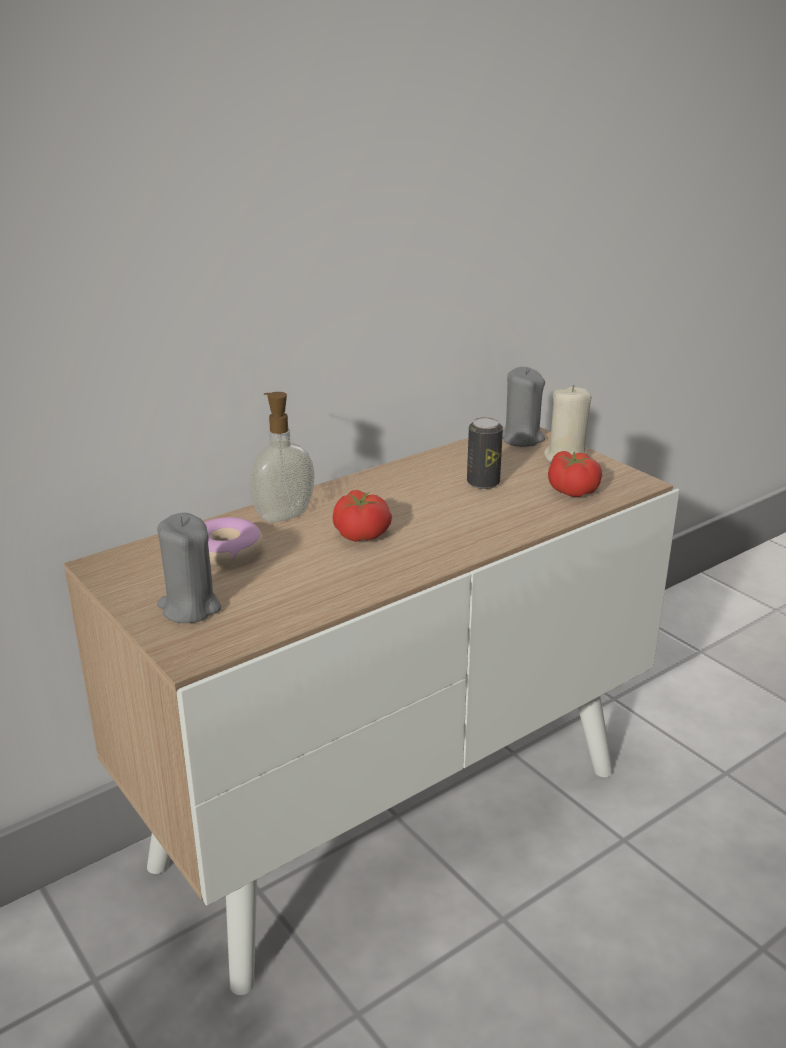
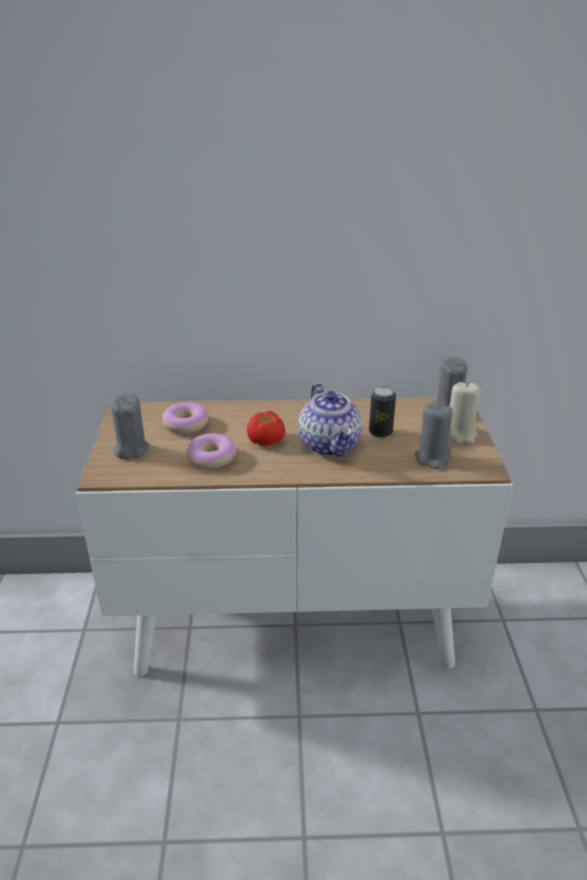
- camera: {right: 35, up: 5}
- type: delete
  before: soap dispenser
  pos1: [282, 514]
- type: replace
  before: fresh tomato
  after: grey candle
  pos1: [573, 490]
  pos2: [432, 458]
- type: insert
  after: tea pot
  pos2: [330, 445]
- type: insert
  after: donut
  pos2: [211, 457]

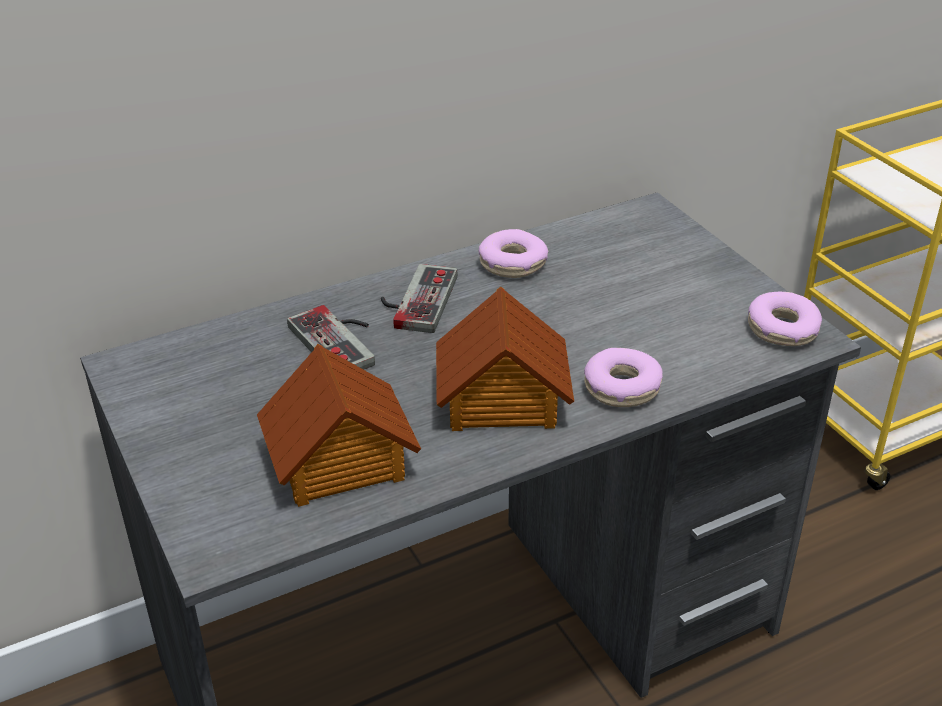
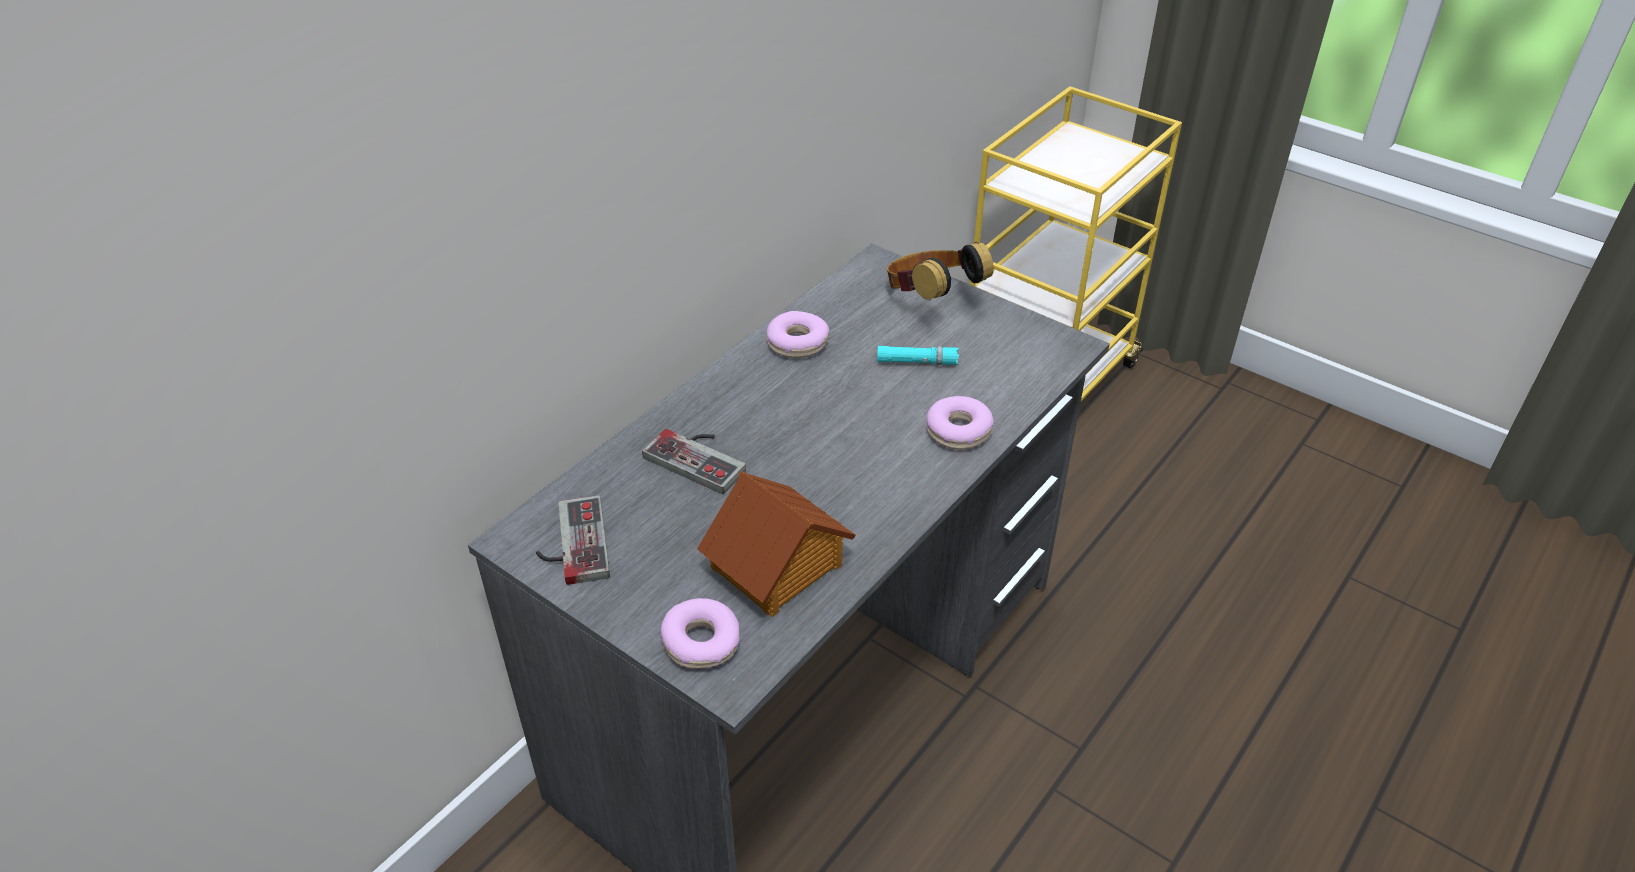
- camera: {right: -25, up: 5}
- type: move
  before: joypad
  pos1: [414, 300]
  pos2: [571, 544]
- type: delete
  before: toy house
  pos1: [501, 399]
- type: move
  before: donut
  pos1: [782, 329]
  pos2: [701, 642]
- type: insert
  after: headphones
  pos2: [931, 300]
- type: insert
  after: blue-green hand torch
  pos2: [917, 362]

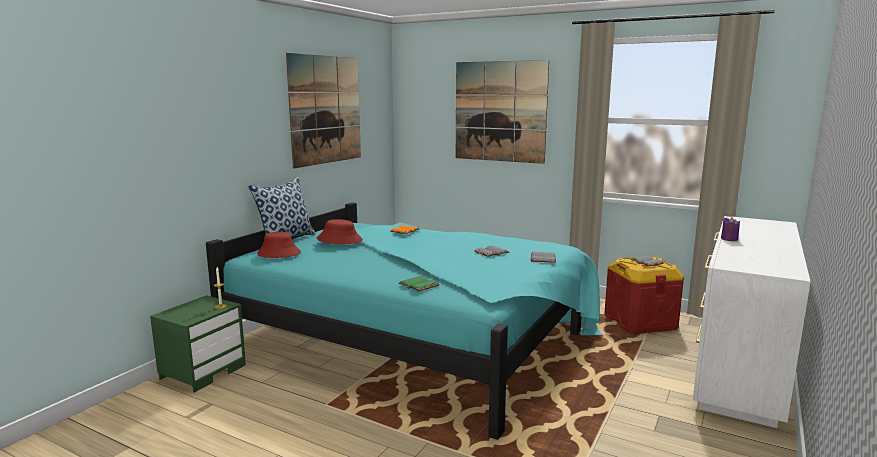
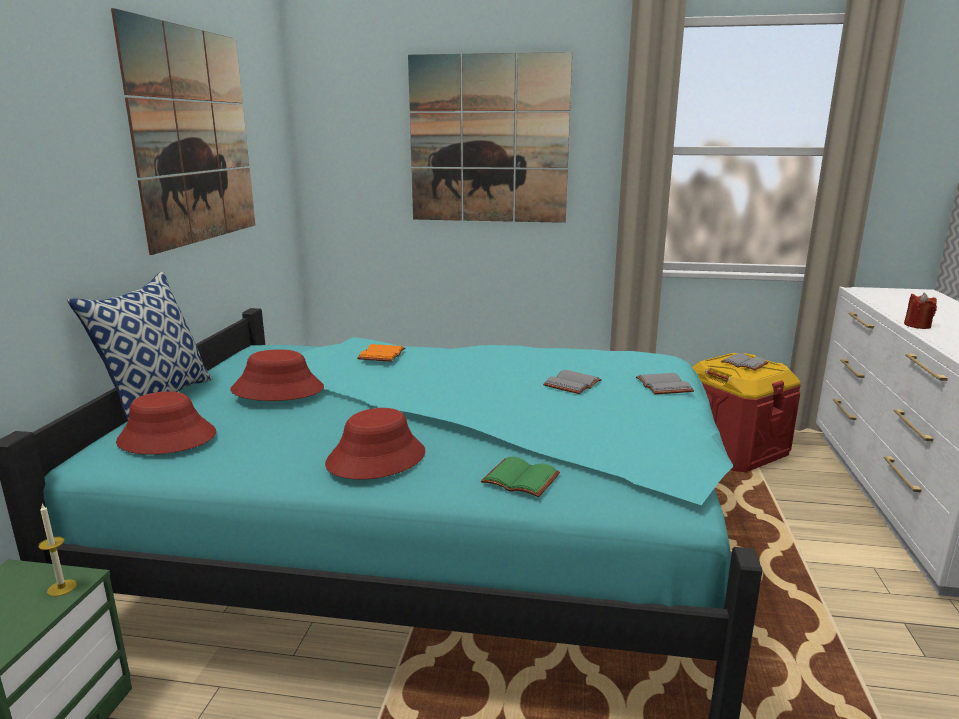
- camera: {right: -20, up: 5}
- type: recolor
  before: purple candle
  after: reddish candle
  pos1: [729, 239]
  pos2: [917, 325]
- type: insert
  after: reddish hat
  pos2: [376, 458]

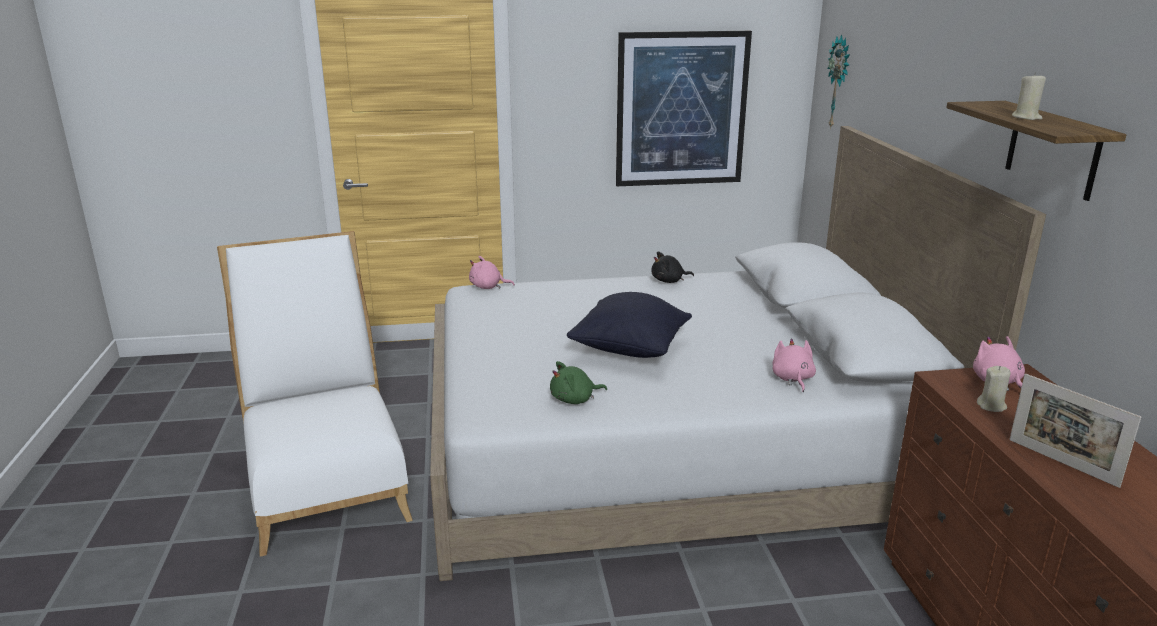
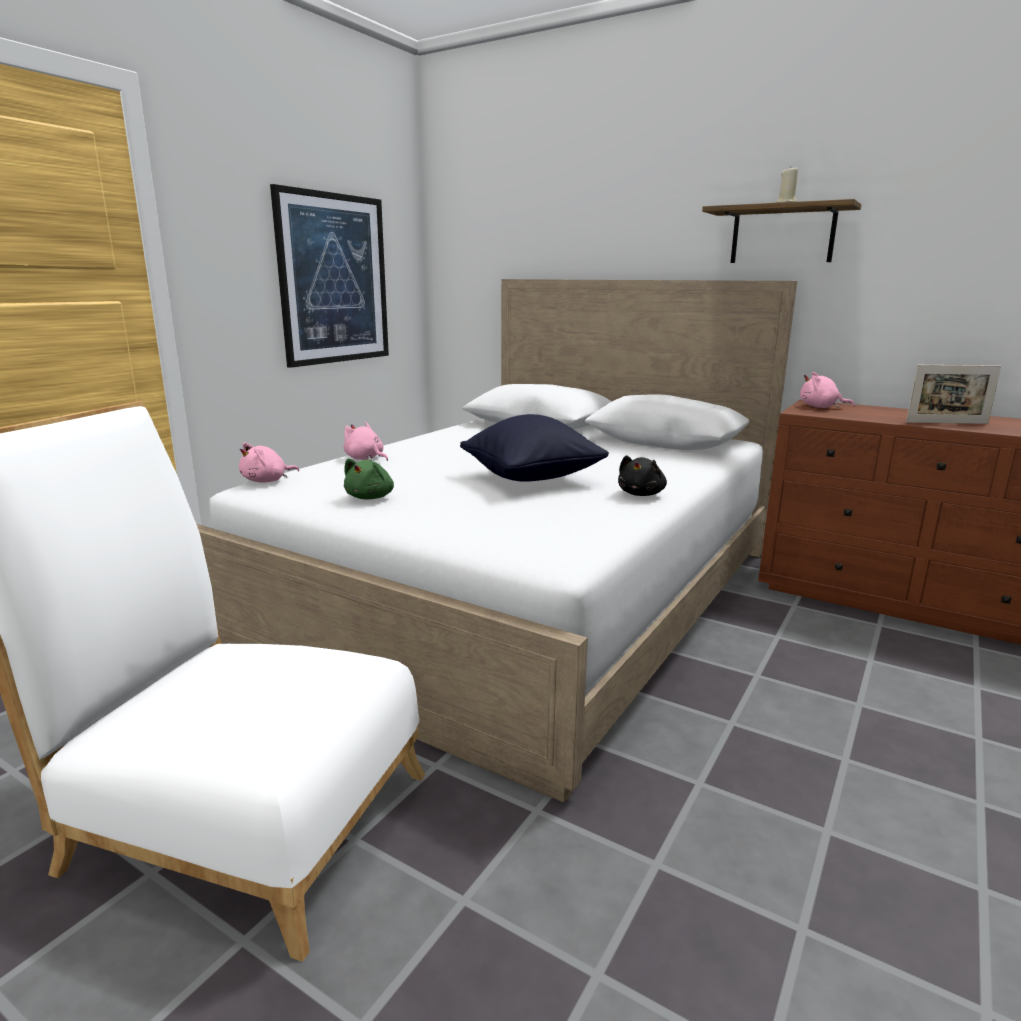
- camera: {right: -50, up: -5}
- type: delete
  before: hanging clock
  pos1: [839, 82]
- type: move
  before: blackish plush toy
  pos1: [669, 281]
  pos2: [641, 494]
- type: move
  before: pink-coloured plush toy
  pos1: [792, 379]
  pos2: [365, 459]
- type: move
  before: green plush toy
  pos1: [575, 399]
  pos2: [371, 497]
- type: delete
  before: beige candle
  pos1: [991, 406]

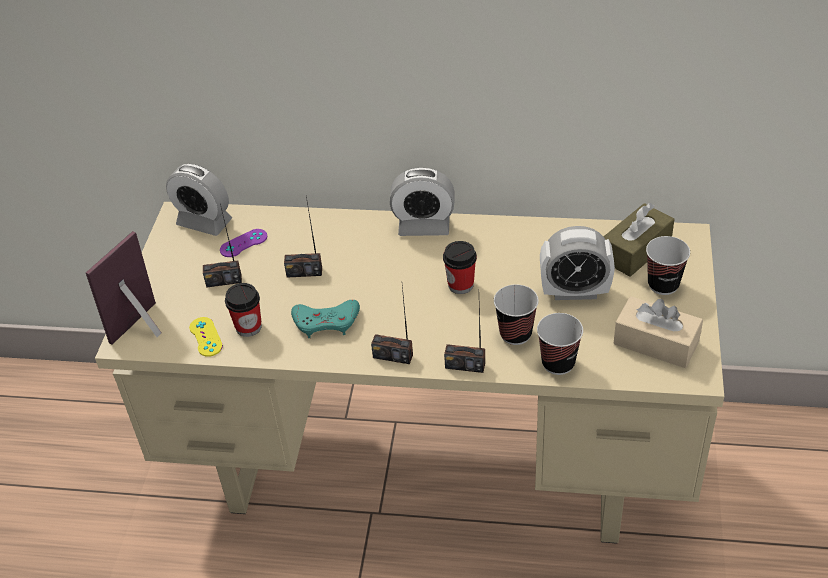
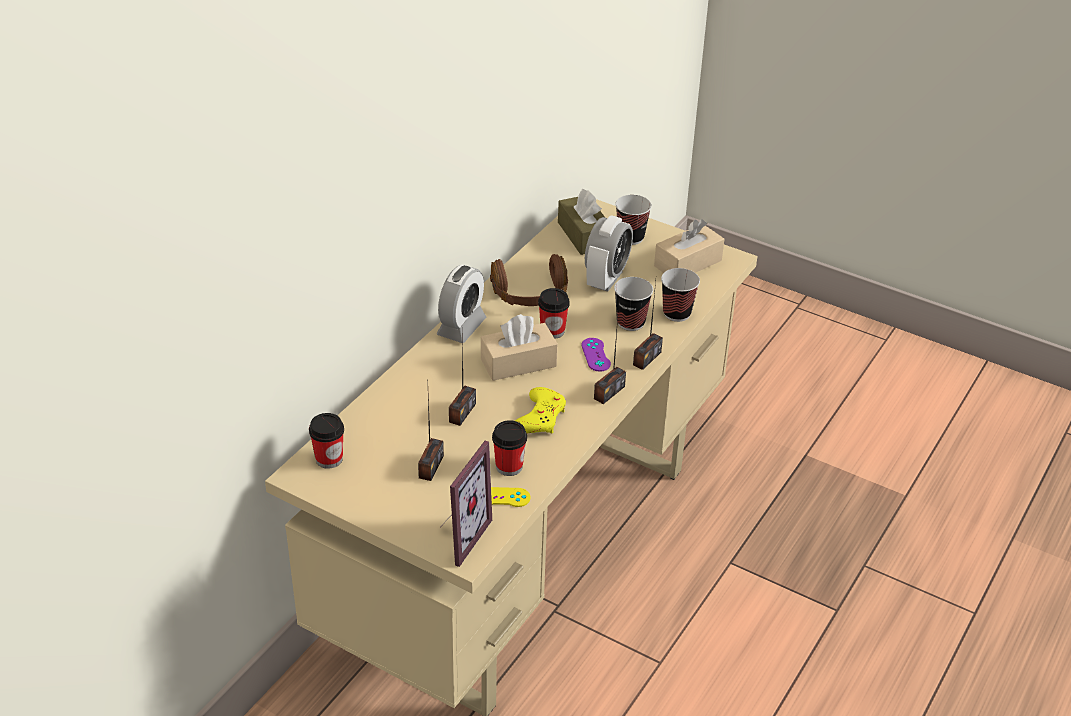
- camera: {right: -70, up: -5}
- type: replace
  before: bedside clock
  after: small cup
  pos1: [204, 222]
  pos2: [329, 459]
- type: move
  before: purple joypad
  pos1: [243, 243]
  pos2: [595, 355]
- type: rotate
  before: photo frame
  pos1: [145, 328]
  pos2: [457, 536]
  turn: -120
- type: recolor
  before: blue-green joypad
  after: yellow-coloured joypad
  pos1: [326, 322]
  pos2: [539, 418]
- type: insert
  after: brown-coloured headphones
  pos2: [530, 295]
- type: insert
  after: beige tissue box
  pos2: [518, 363]

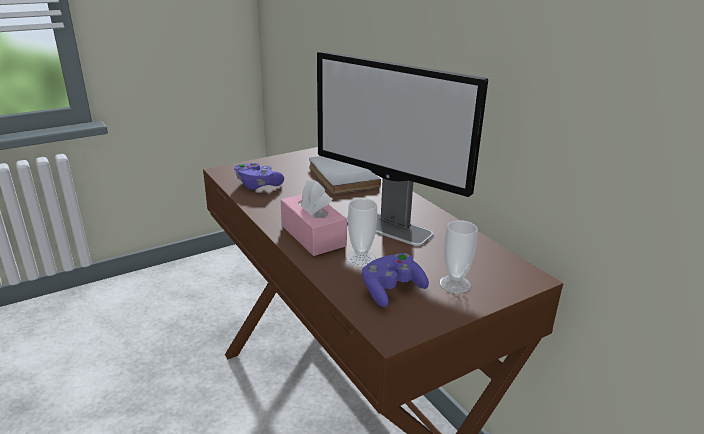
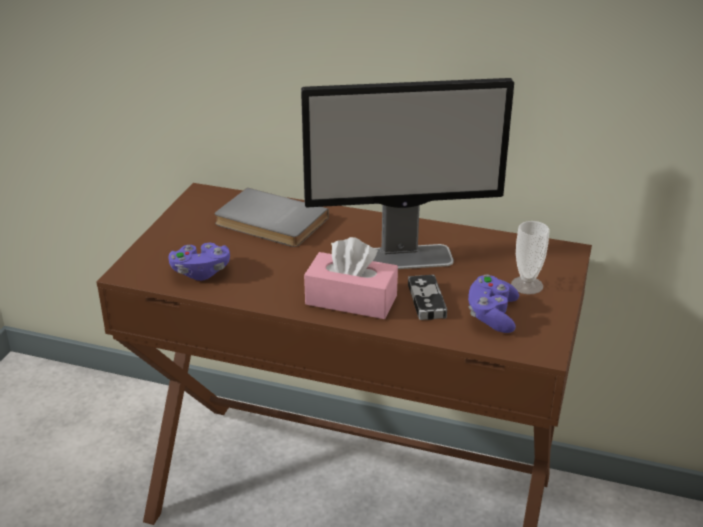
- camera: {right: -40, up: 5}
- type: replace
  before: small cup
  after: joypad
  pos1: [361, 258]
  pos2: [426, 300]

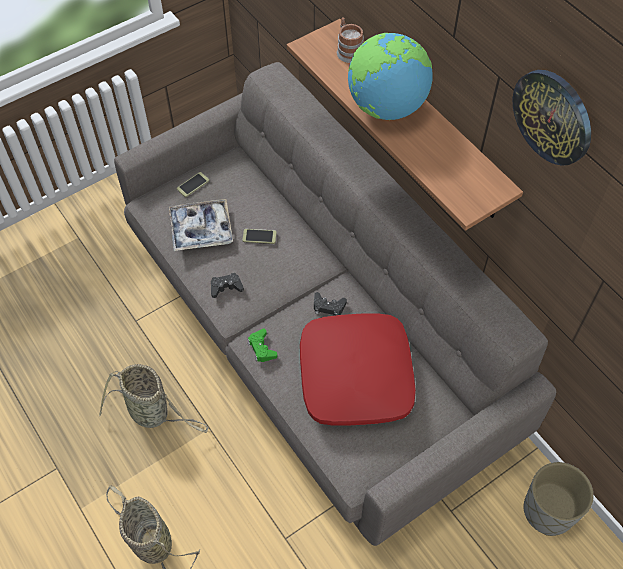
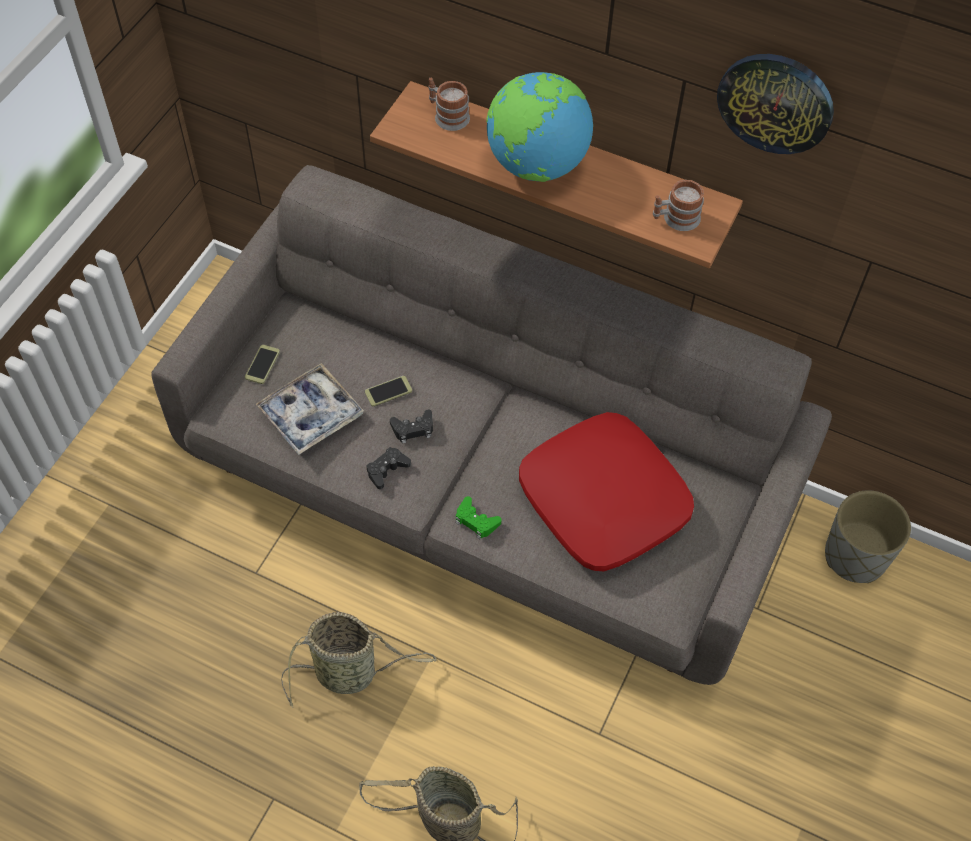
- camera: {right: -30, up: 0}
- type: move
  before: blackish joypad
  pos1: [328, 307]
  pos2: [413, 429]
- type: insert
  after: coffee mug
  pos2: [675, 219]

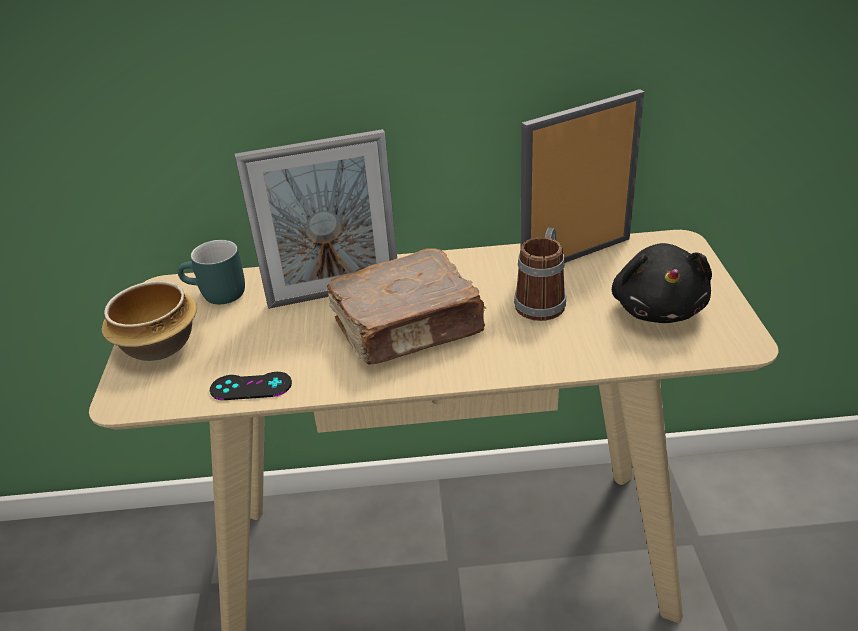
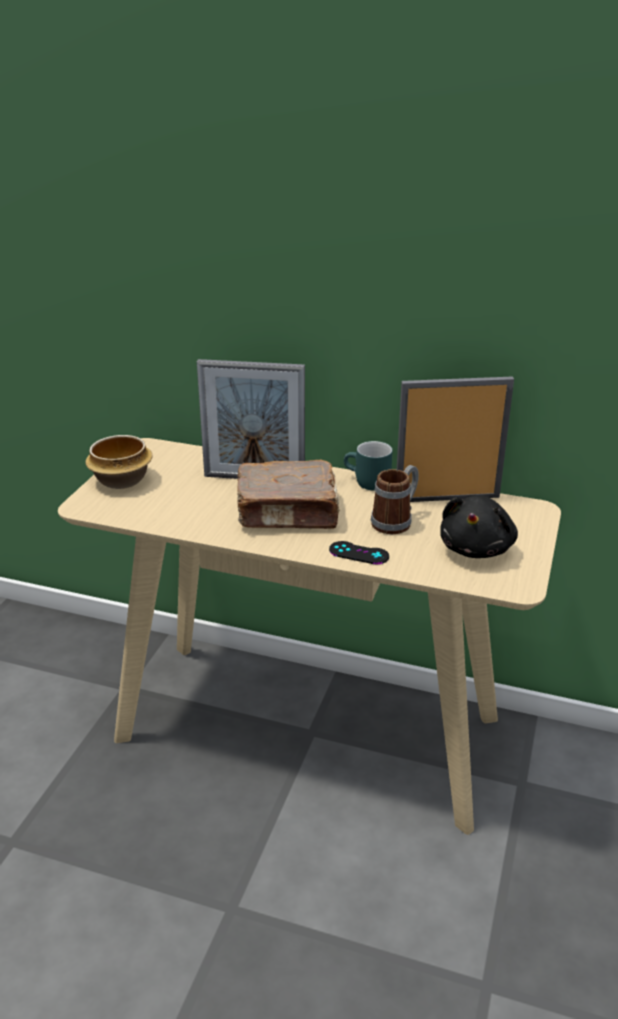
- camera: {right: 20, up: -5}
- type: move
  before: blue-green coffee mug
  pos1: [216, 295]
  pos2: [366, 483]
- type: move
  before: blackish joypad
  pos1: [251, 386]
  pos2: [359, 553]

